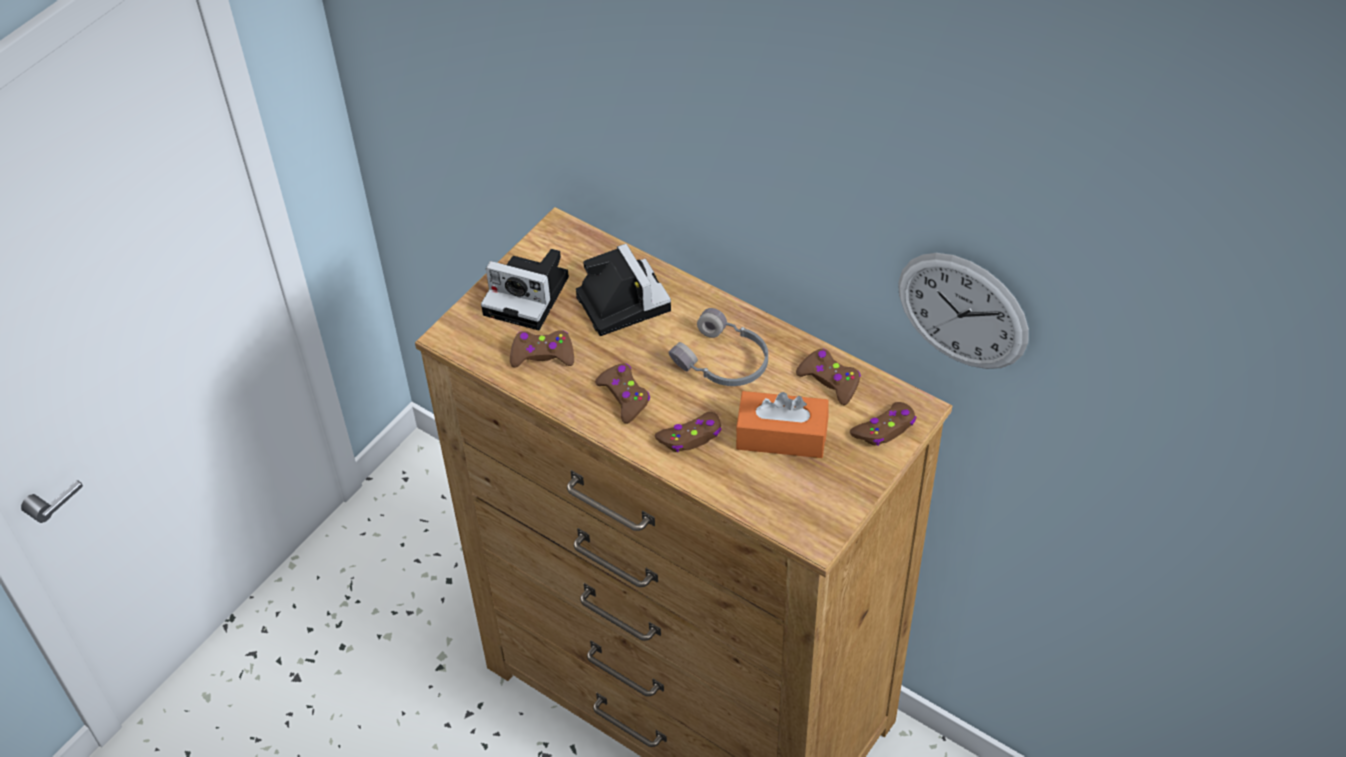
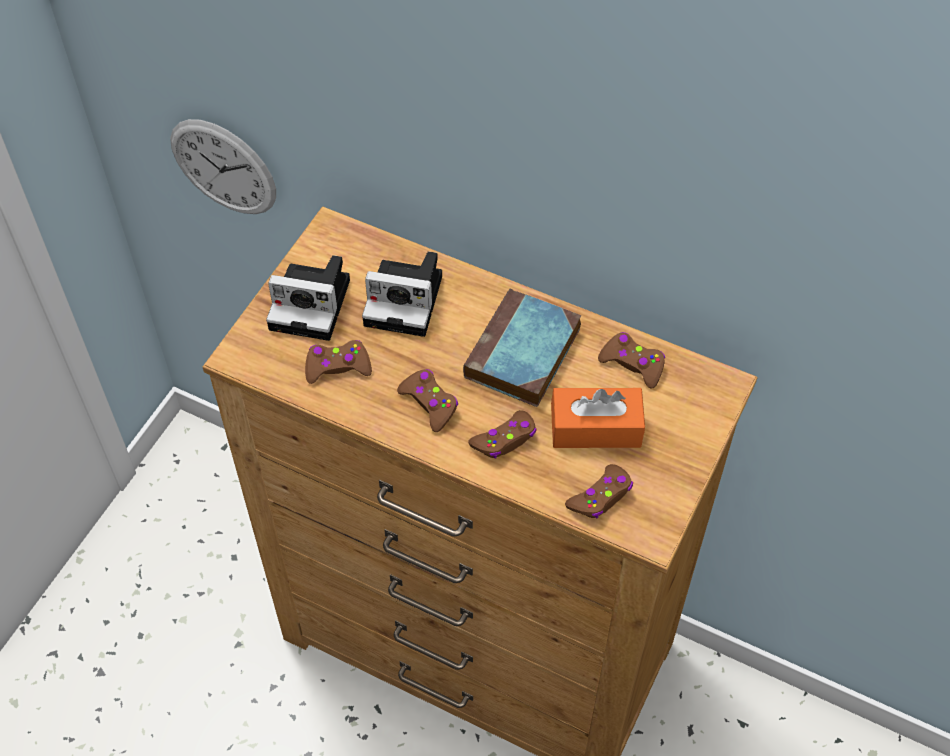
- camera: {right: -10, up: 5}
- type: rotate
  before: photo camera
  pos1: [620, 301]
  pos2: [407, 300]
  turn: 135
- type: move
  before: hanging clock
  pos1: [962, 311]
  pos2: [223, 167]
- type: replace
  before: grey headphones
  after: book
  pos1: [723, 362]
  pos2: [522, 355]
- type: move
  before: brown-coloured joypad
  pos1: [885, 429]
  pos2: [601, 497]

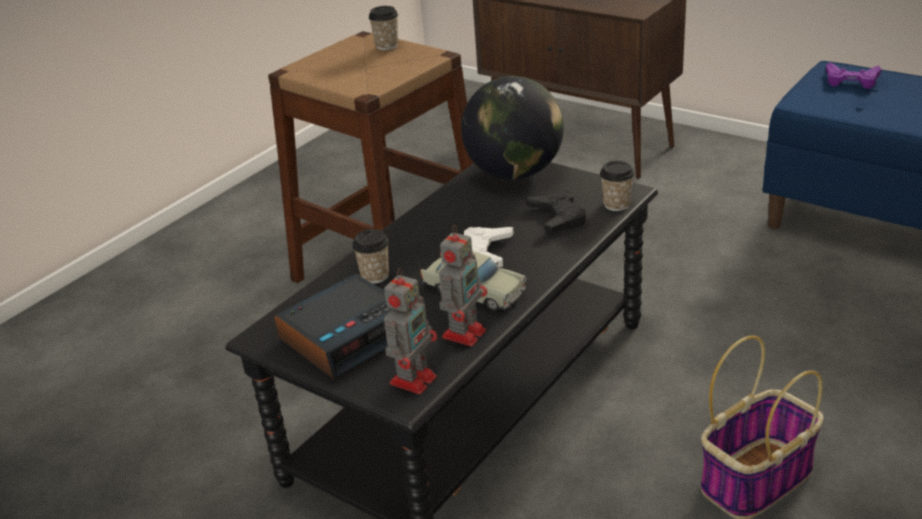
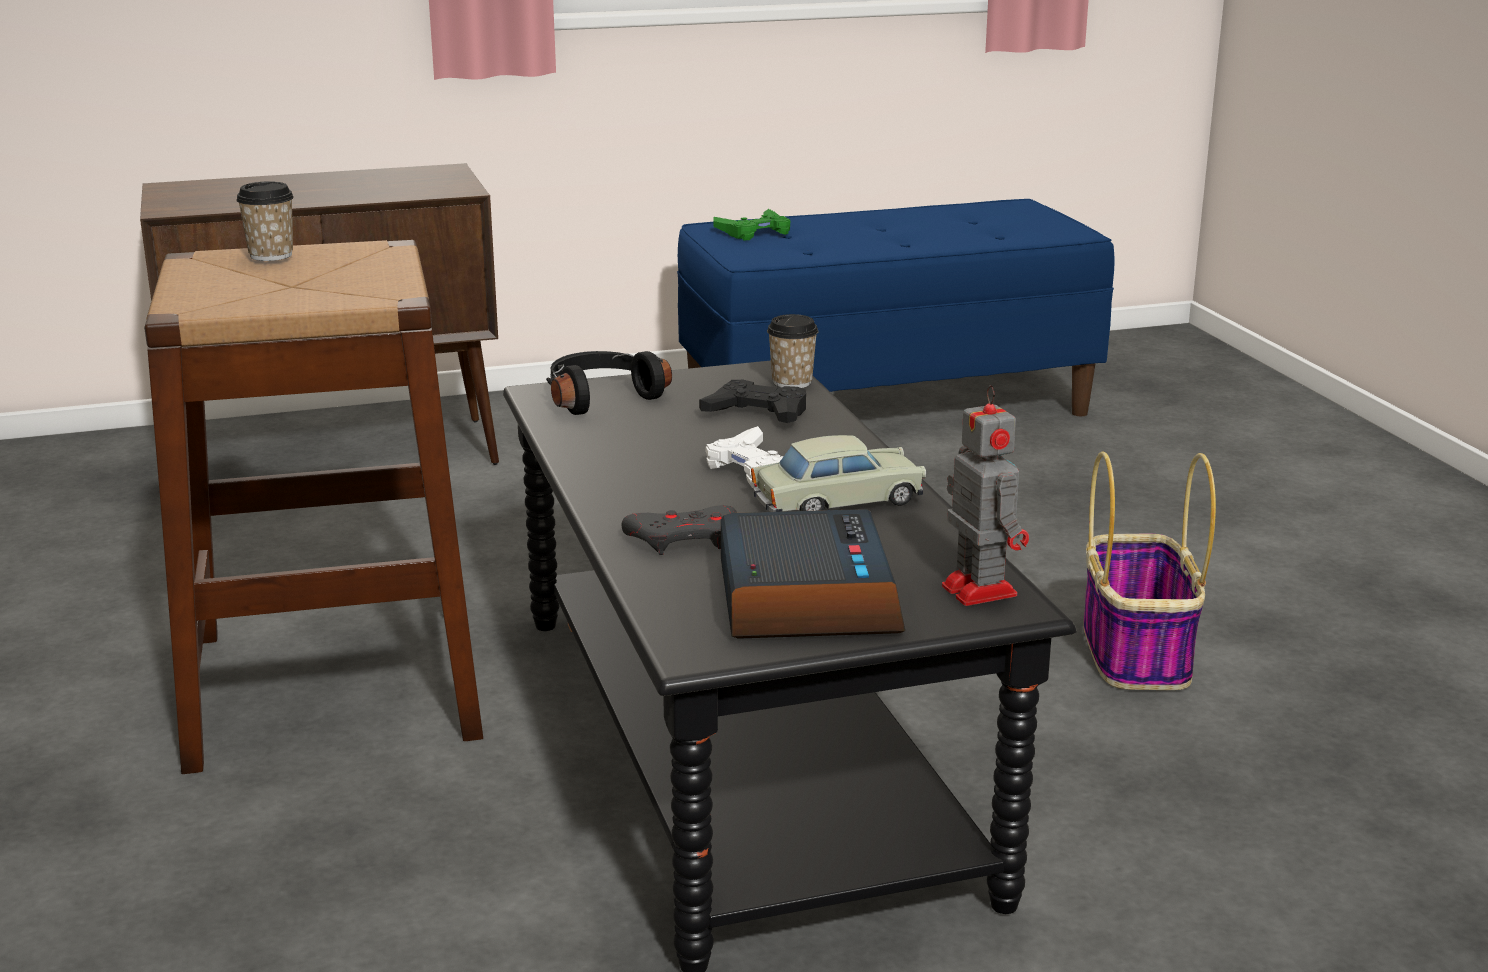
- camera: {right: -55, up: -10}
- type: recolor
  before: purple joypad
  after: green joypad
  pos1: [851, 80]
  pos2: [754, 232]
- type: replace
  before: globe
  after: blackish headphones
  pos1: [514, 173]
  pos2: [600, 397]
- type: delete
  before: robot figure
  pos1: [465, 332]
- type: replace
  before: small cup
  after: grey joypad
  pos1: [375, 276]
  pos2: [684, 539]

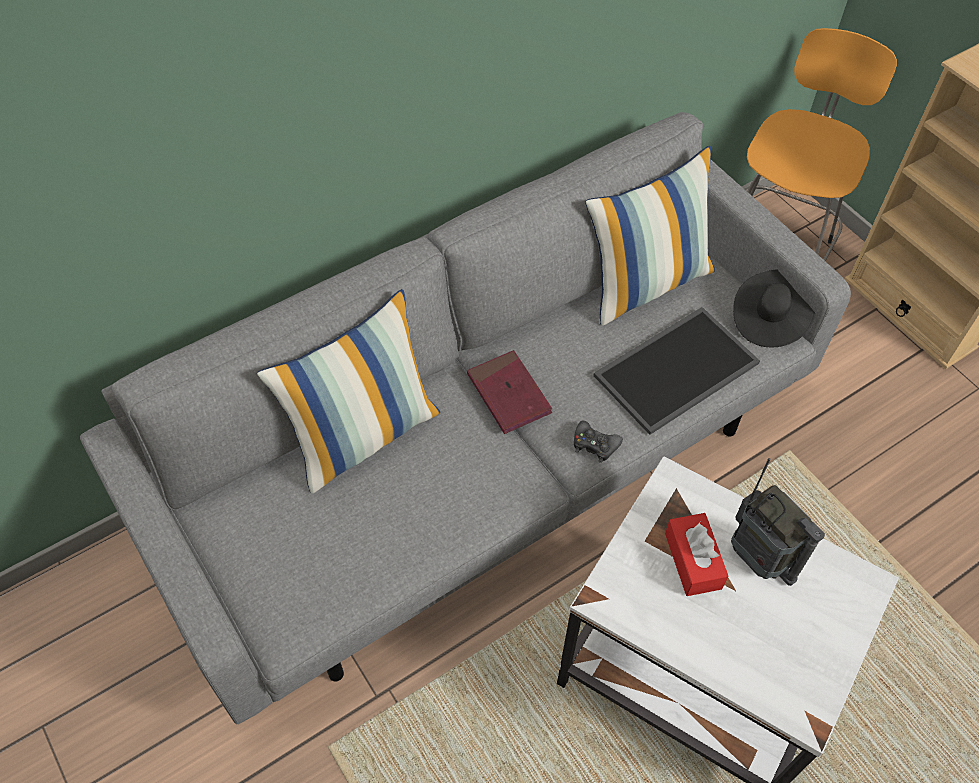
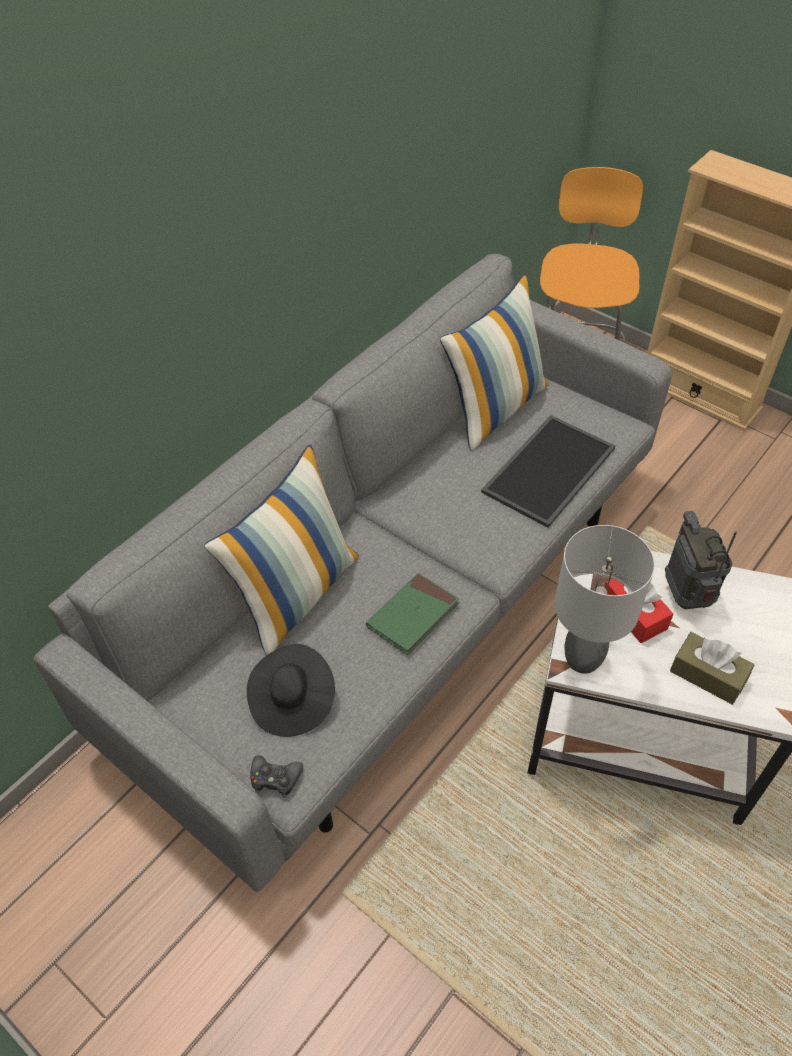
- camera: {right: -15, up: -5}
- type: move
  before: blackish hat
  pos1: [768, 320]
  pos2: [292, 701]
- type: delete
  before: reddish book
  pos1: [508, 394]
- type: move
  before: blackish joypad
  pos1: [594, 445]
  pos2: [275, 778]
- type: rotate
  before: radio set
  pos1: [758, 558]
  pos2: [686, 596]
  turn: -135
- type: insert
  after: grey lamp for a table
  pos2: [583, 660]
- type: insert
  after: green book
  pos2: [413, 616]
- type: insert
  after: brown-coloured tissue box
  pos2: [707, 675]

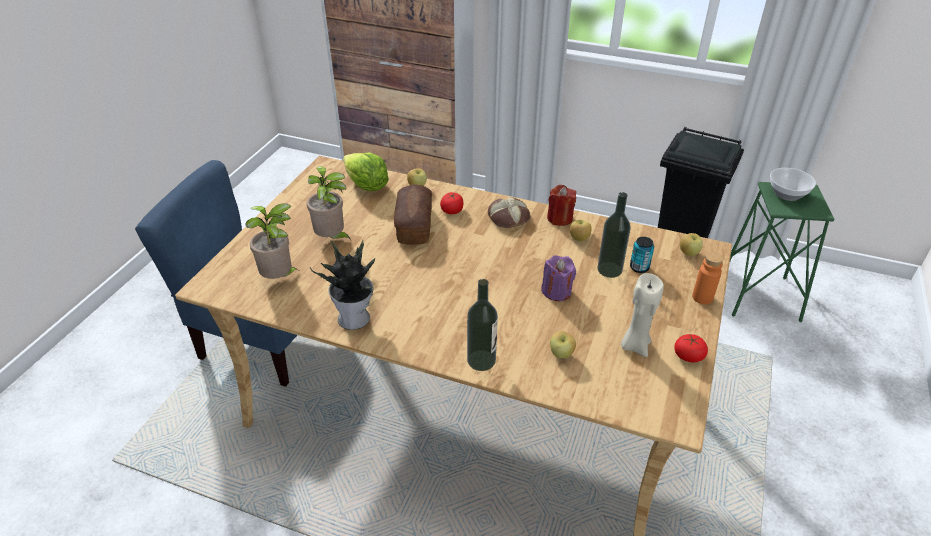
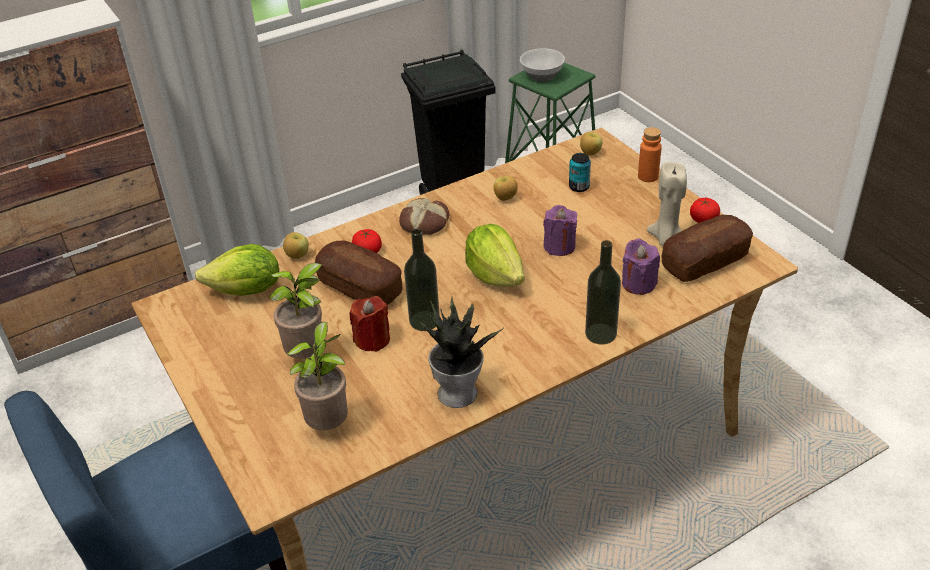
- camera: {right: -50, up: 0}
- type: move
  before: reddish candle
  pos1: [559, 218]
  pos2: [372, 339]
- type: move
  before: beverage bottle
  pos1: [609, 269]
  pos2: [424, 321]
- type: replace
  before: whole apple
  after: purple candle
  pos1: [561, 354]
  pos2: [638, 283]
- type: insert
  after: bread
  pos2: [705, 261]
- type: insert
  after: lettuce head
  pos2: [495, 275]

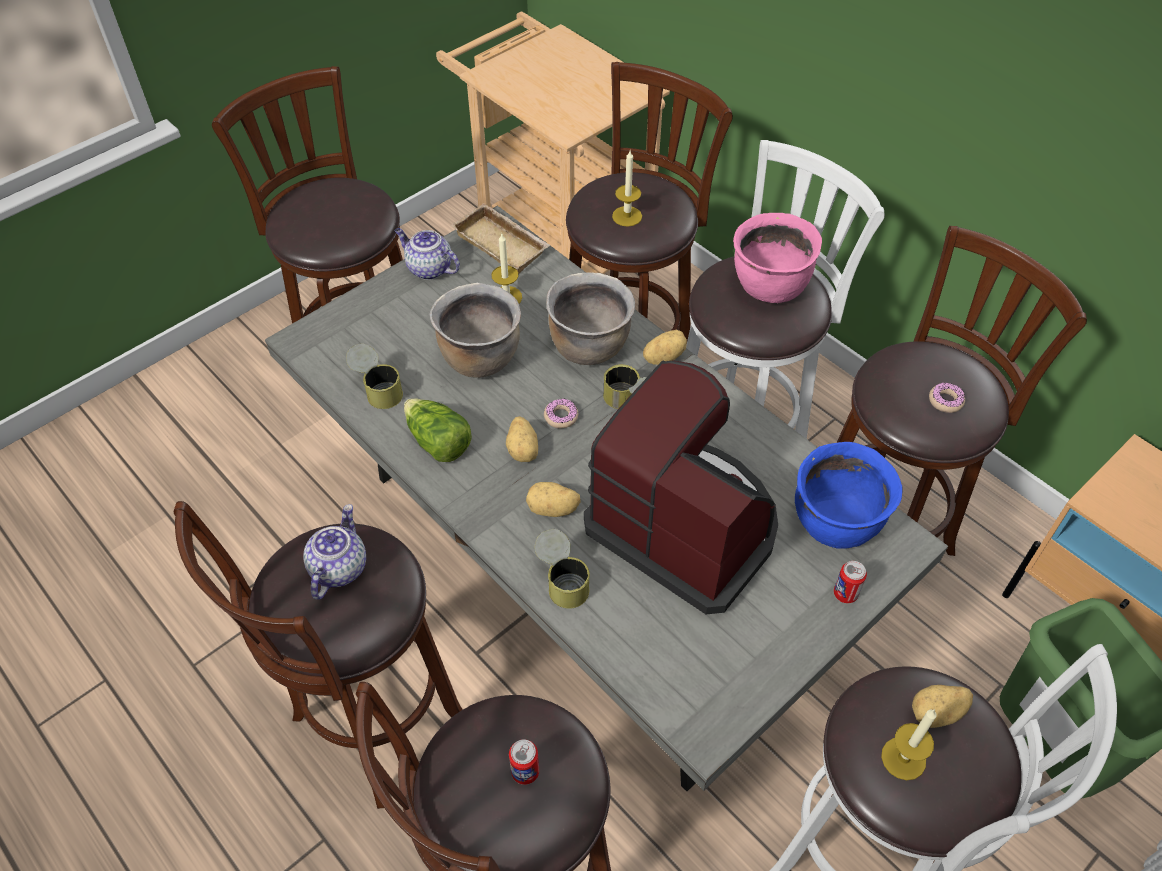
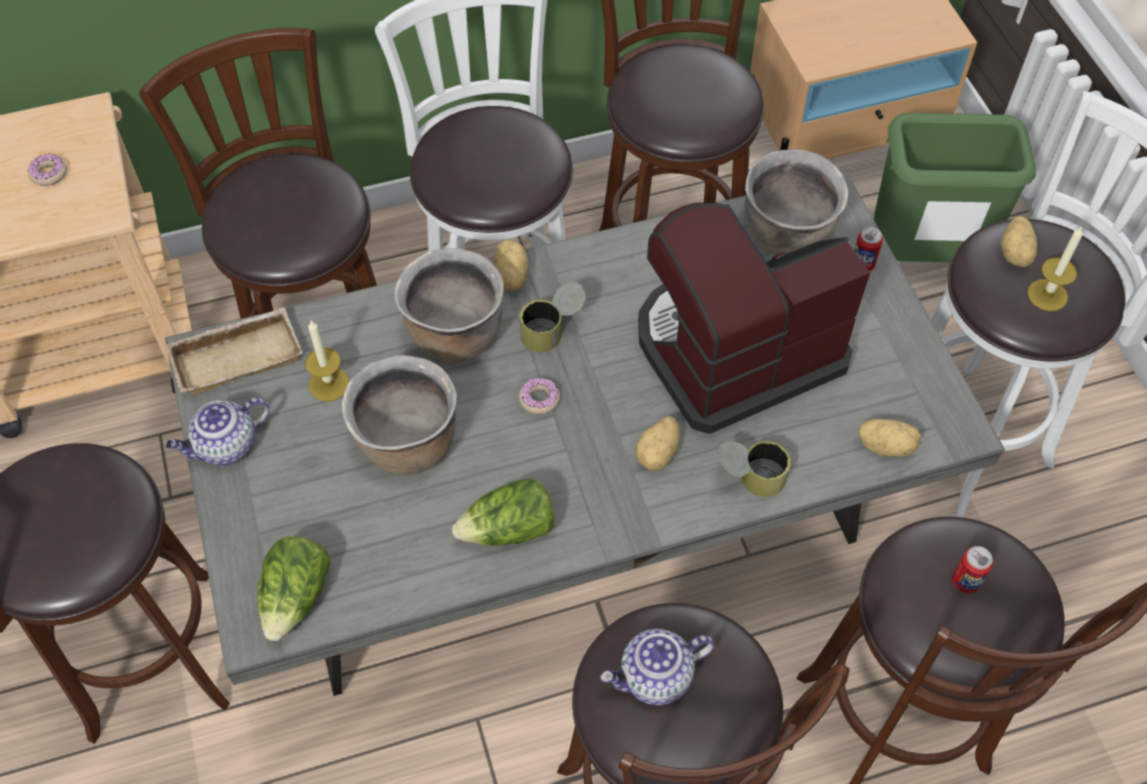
- camera: {right: -65, up: 5}
- type: delete
  before: candle
  pos1: [627, 216]
- type: delete
  before: pink-coloured cooking pot
  pos1: [769, 287]
- type: delete
  before: sealed can
  pos1: [378, 389]
- type: move
  before: donut
  pos1: [945, 401]
  pos2: [49, 174]
- type: move
  before: potato
  pos1: [523, 449]
  pos2: [885, 445]
- type: recolor
  before: bluish cooking pot
  after: brown-coloured cooking pot
  pos1: [835, 524]
  pos2: [787, 235]
- type: rotate
  before: tea pot
  pos1: [338, 567]
  pos2: [655, 678]
  turn: -60
- type: insert
  after: lettuce head
  pos2: [296, 597]

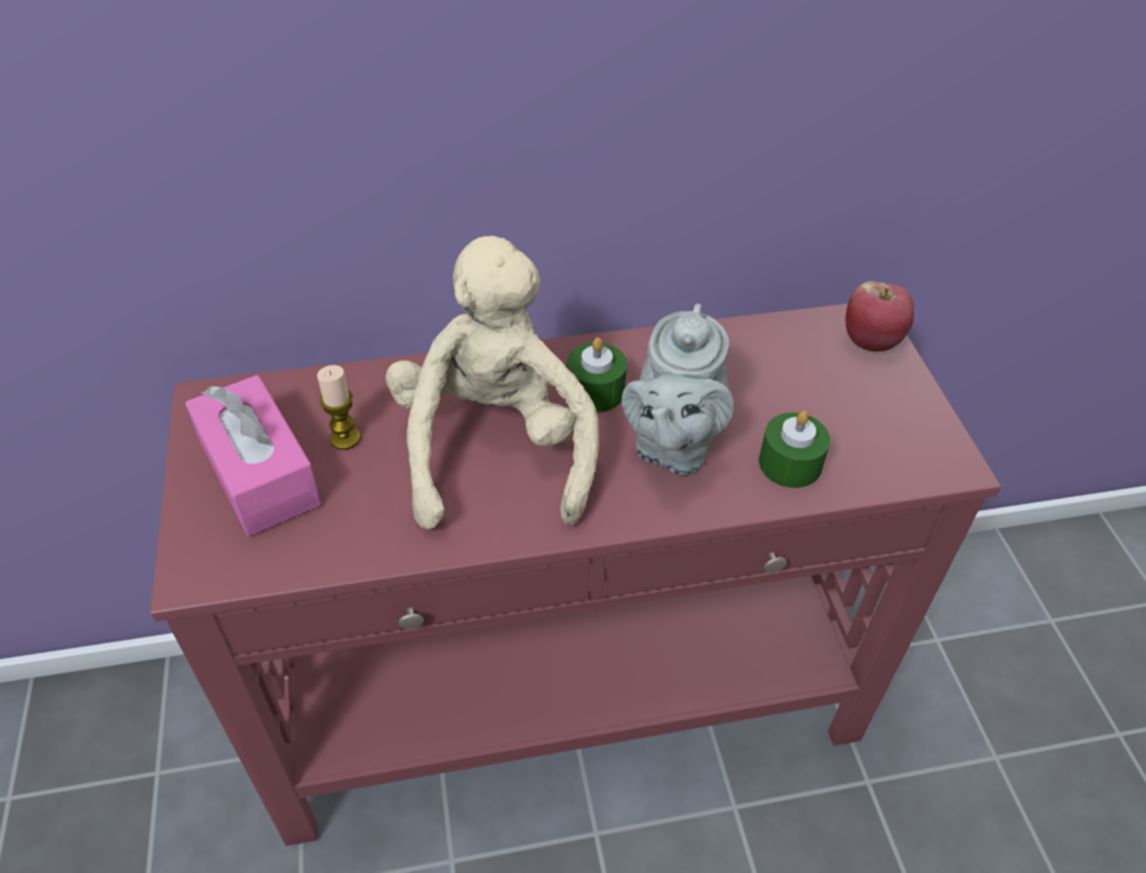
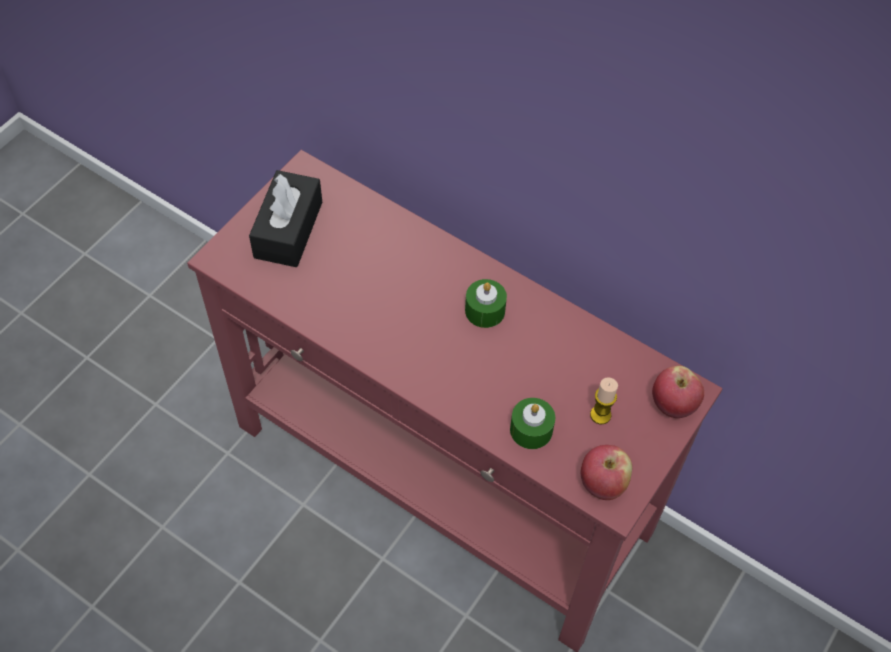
- camera: {right: 45, up: 10}
- type: delete
  before: beige plush toy
  pos1: [494, 449]
- type: delete
  before: grey tea pot
  pos1: [672, 445]
- type: move
  before: candle
  pos1: [345, 438]
  pos2: [600, 415]
- type: recolor
  before: pink-coloured tissue box
  after: blackish tissue box
  pos1: [259, 473]
  pos2: [288, 229]
- type: insert
  after: whole apple
  pos2: [602, 484]

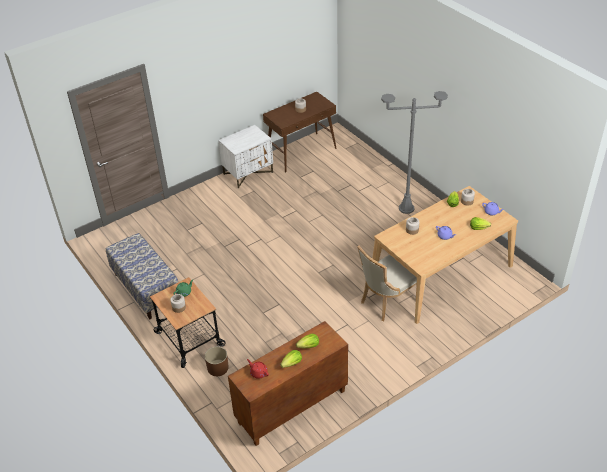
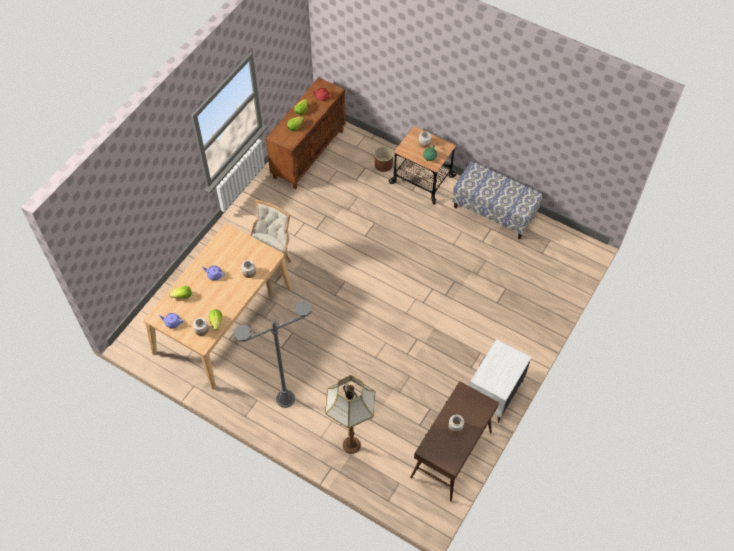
- camera: {right: 155, up: 15}
- type: insert
  after: standard lamp
  pos2: [351, 446]

